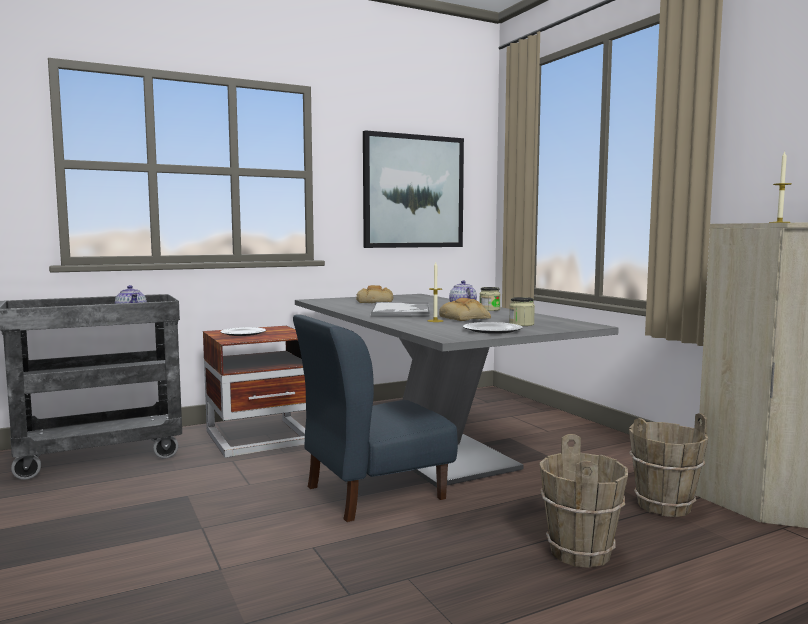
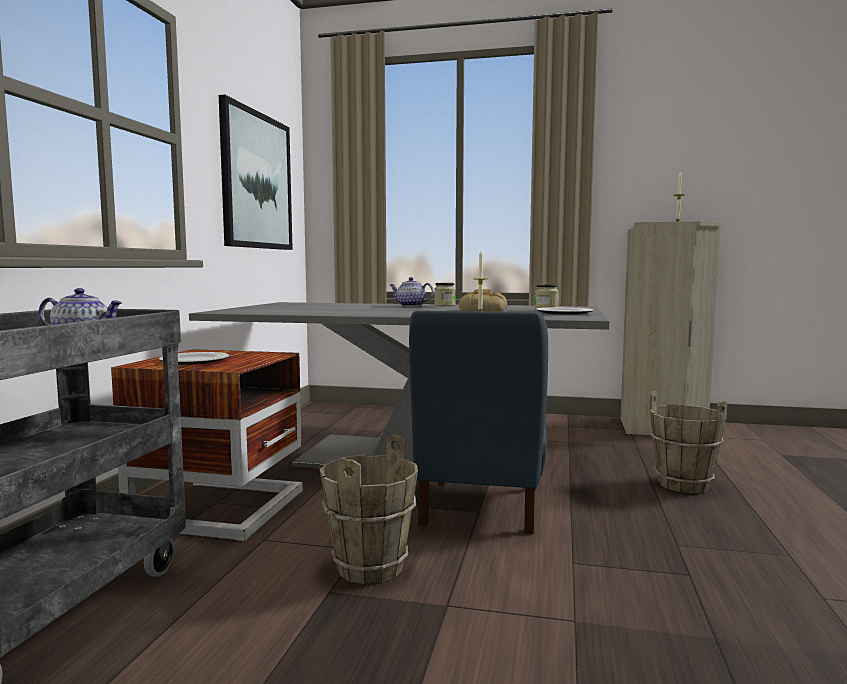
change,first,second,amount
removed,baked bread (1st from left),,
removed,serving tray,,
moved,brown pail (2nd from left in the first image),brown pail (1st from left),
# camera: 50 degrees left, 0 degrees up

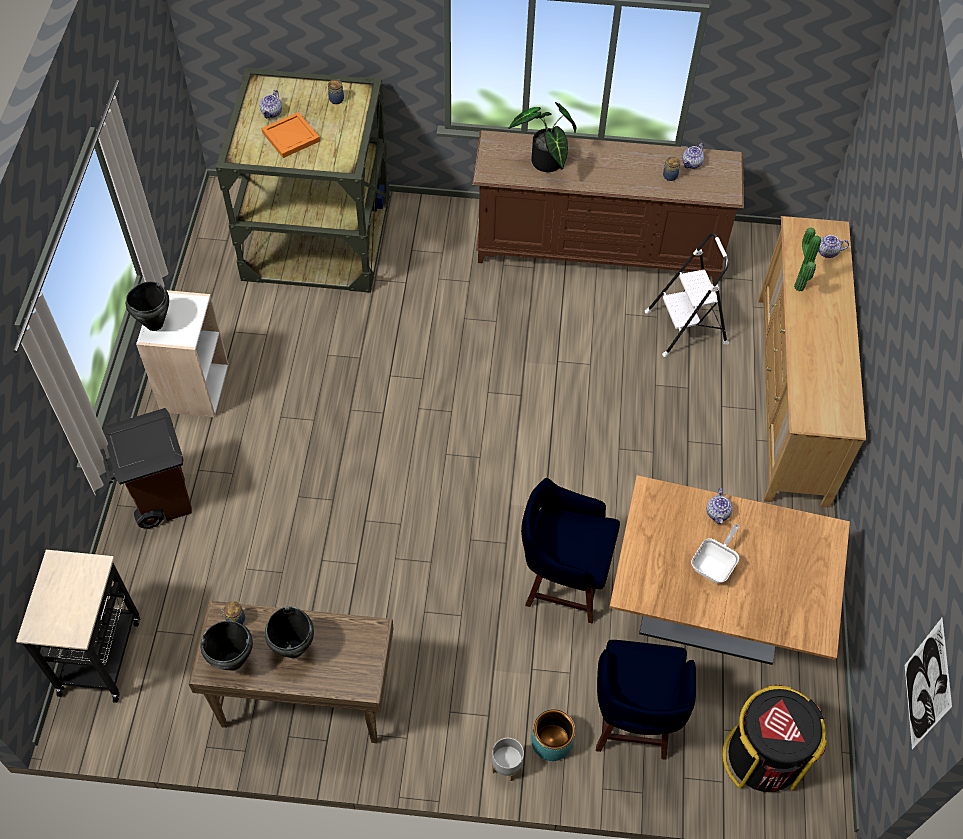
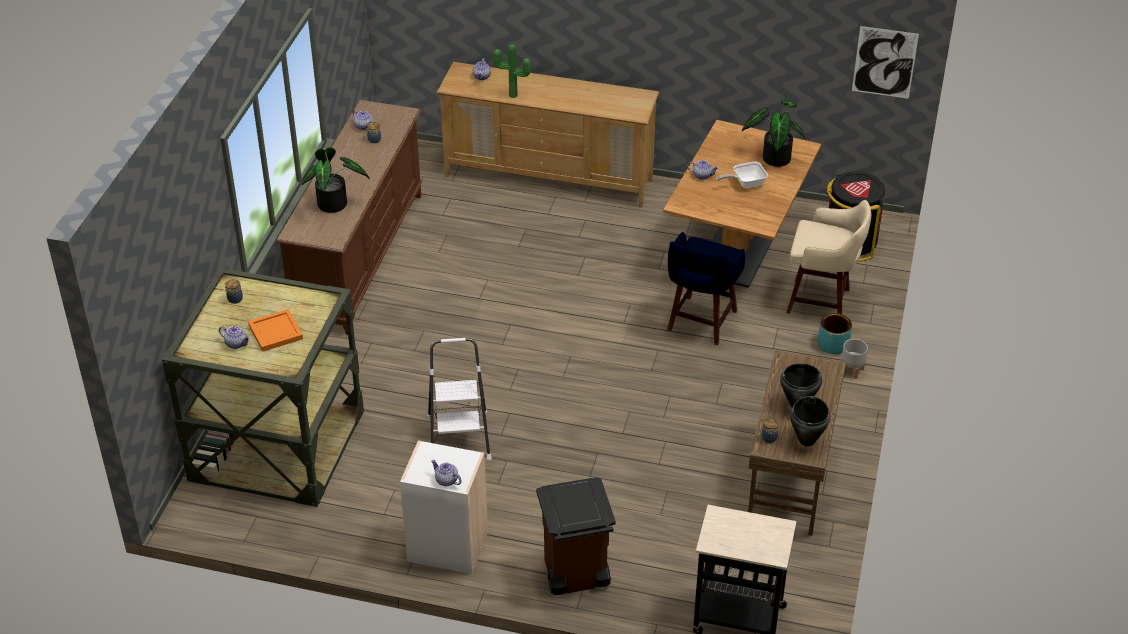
change,first,second,amount
replaced,blackish cooking pot (1st from left),tea pot (3rd from left),
recoloured,bluish sitting stool (2nd from left),beige-coloured sitting stool,
moved,white-coloured stepladder,,
turned,skillet,,60 degrees counterclockwise
added,,houseplant (3rd from left),
# camera: 80 degrees left, 15 degrees down

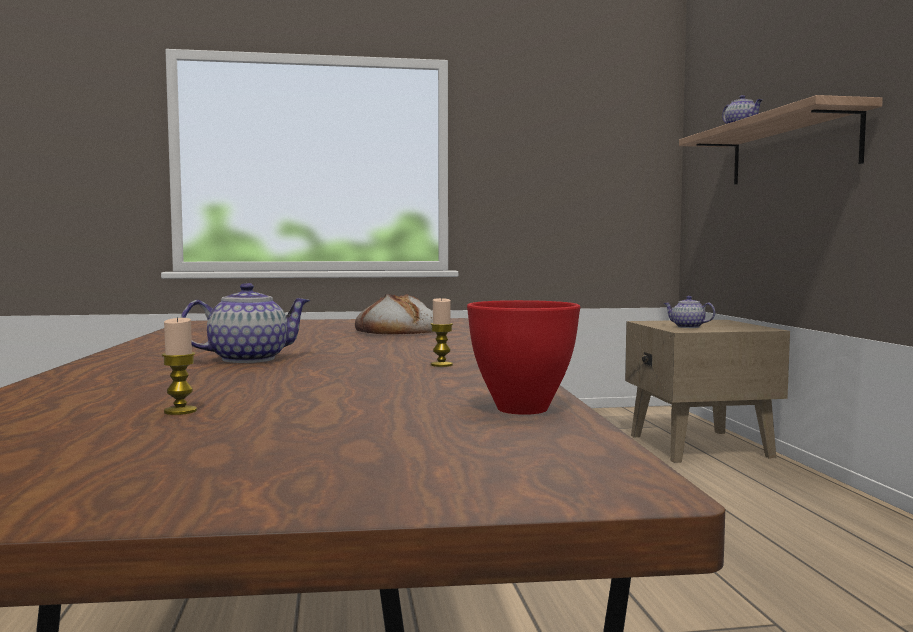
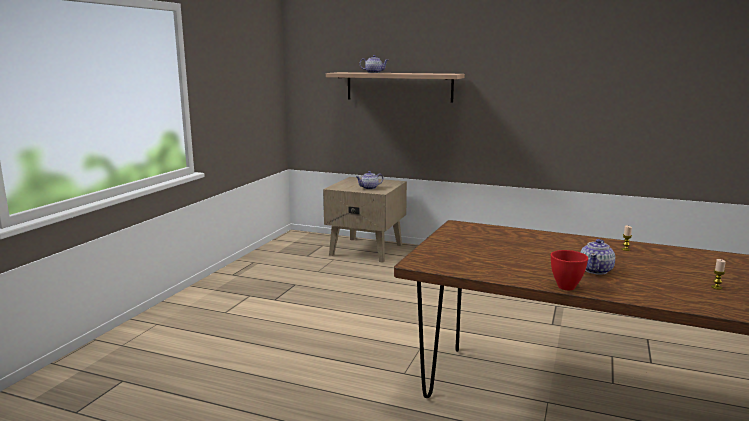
change,first,second,amount
turned,tea pot (1st from left in the first image),tea pot (3rd from left),150 degrees counterclockwise
removed,baked bread,,
moved,red-coloured bowl,,
# camera: 60 degrees left, 10 degrees up

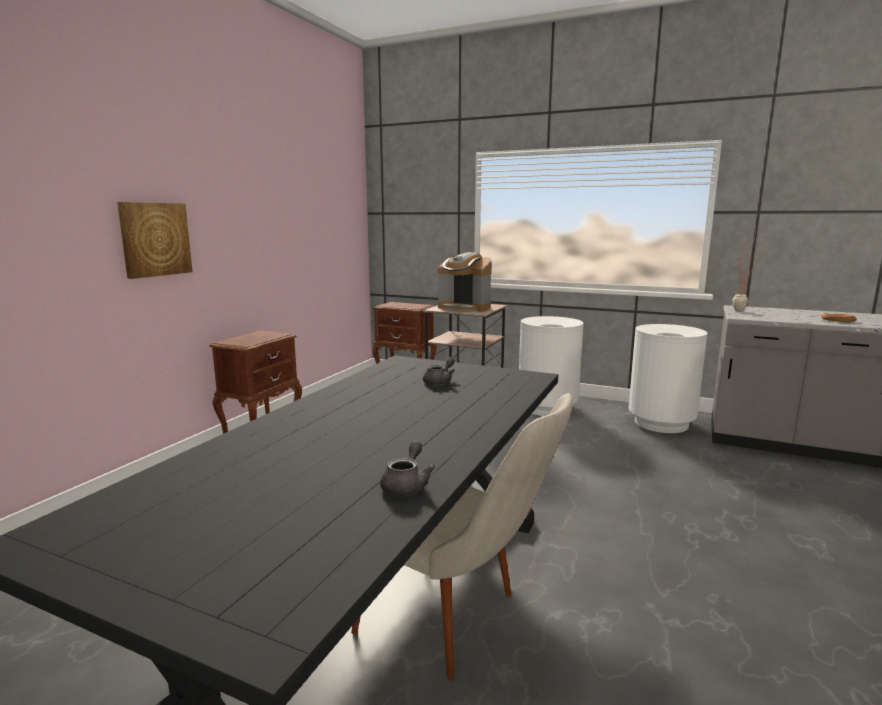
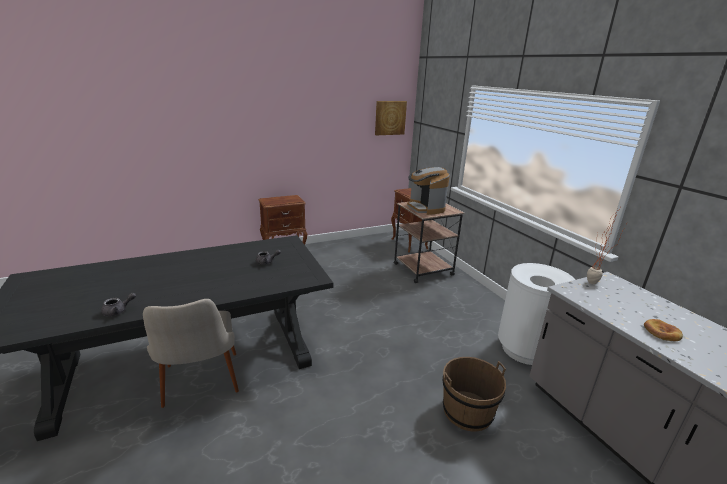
change,first,second,amount
moved,wall art,,
removed,white-coloured rubbish bin (1st from left),,
added,,brown pail,
# camera: 40 degrees right, 10 degrees up

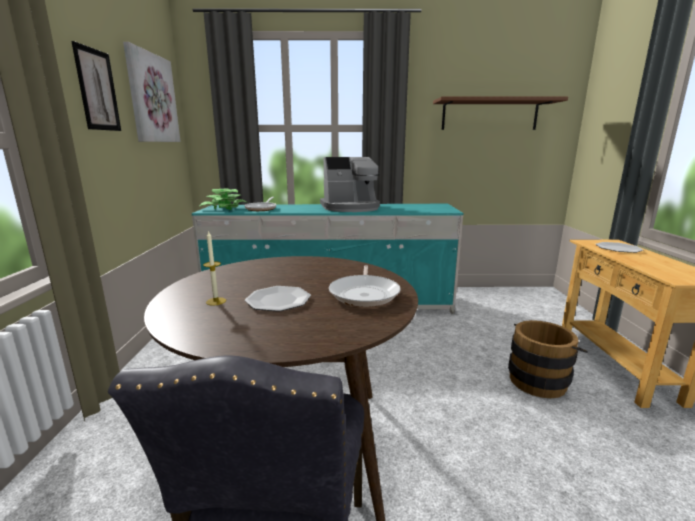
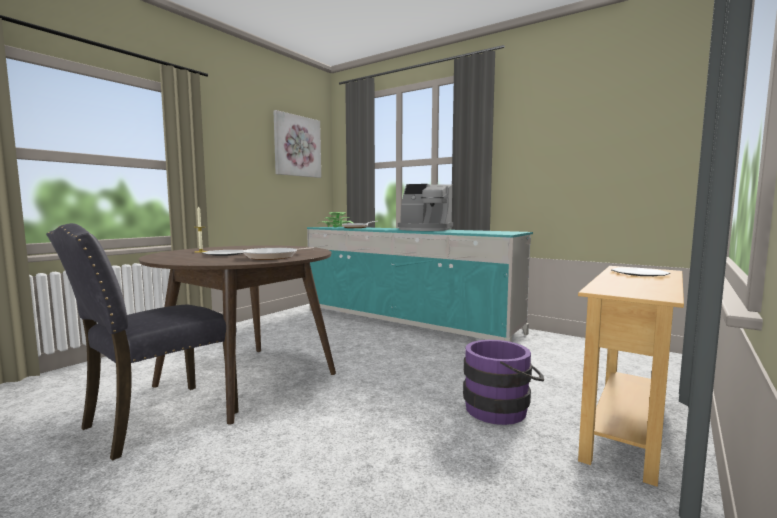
change,first,second,amount
removed,wall art (1st from left),,
removed,brown bracket shelf,,
recoloured,brown pail,purple pail,
# camera: 35 degrees right, 10 degrees down

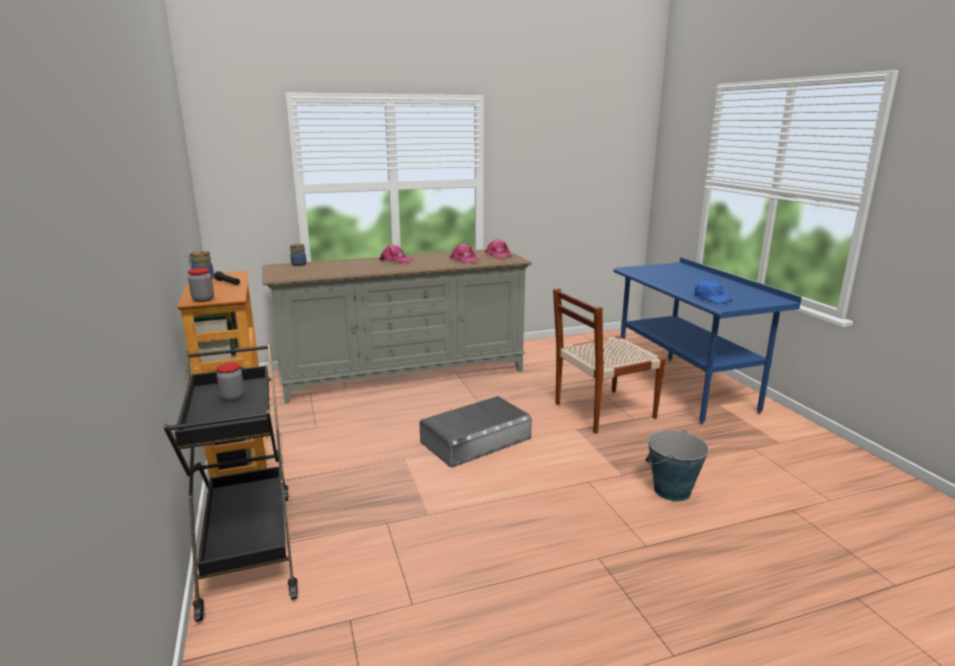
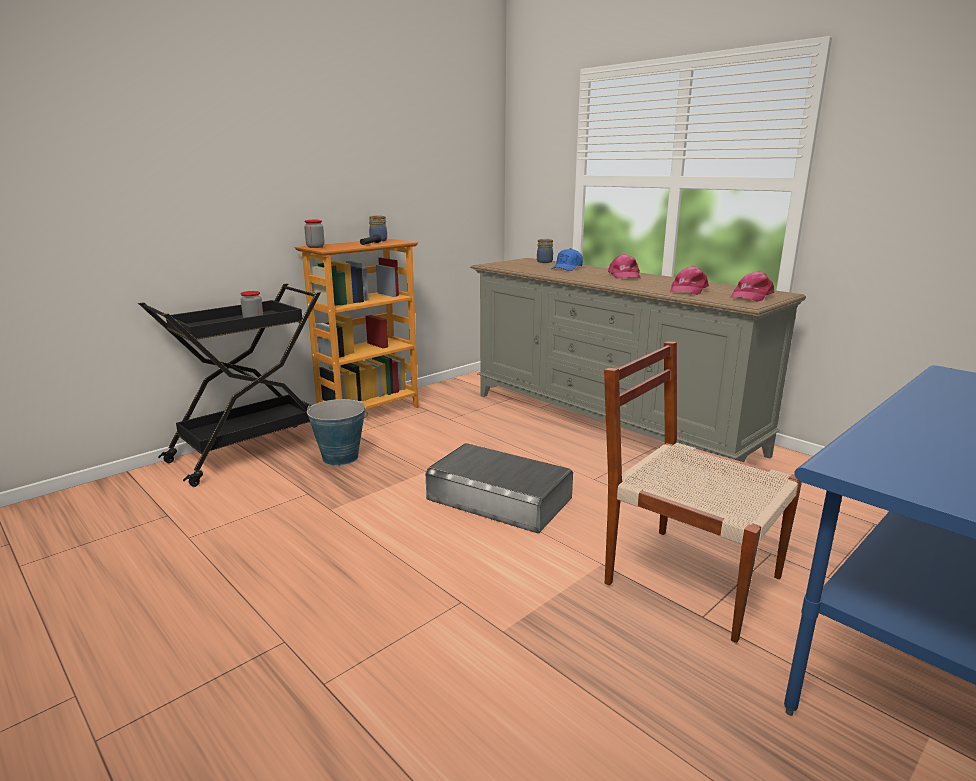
change,first,second,amount
moved,pail,,
moved,bluish baseball cap,,
# camera: 65 degrees right, 0 degrees up

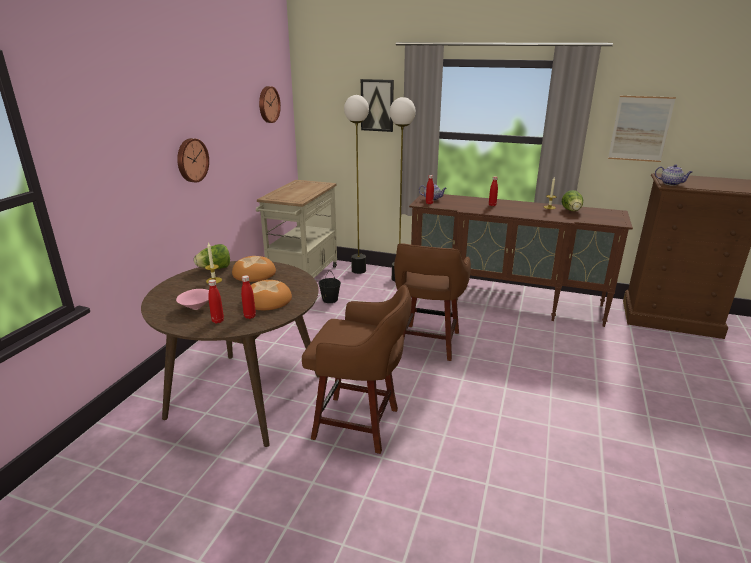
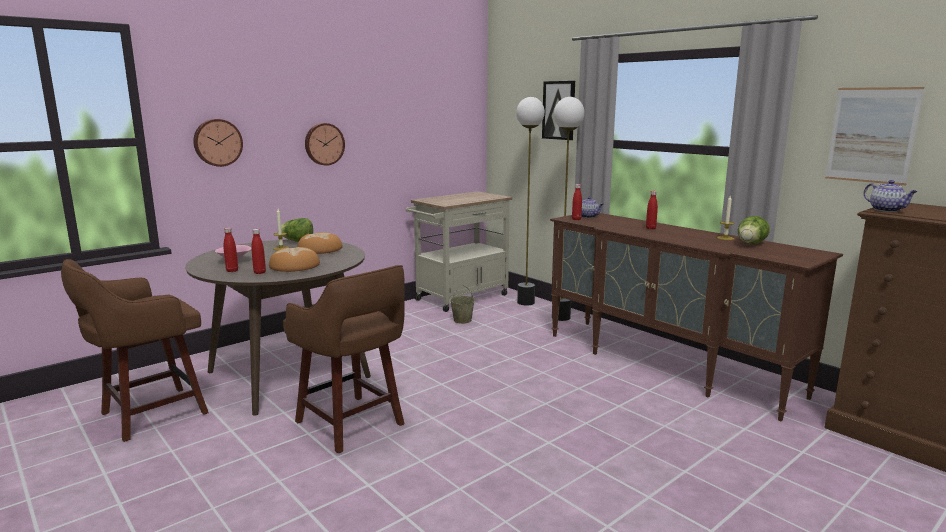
change,first,second,amount
moved,hanging clock (2nd from left in the first image),hanging clock (1st from left),
recoloured,blackish pail,beige-coloured pail,
moved,brown sitting stool (2nd from left in the first image),brown sitting stool (1st from left),
# camera: 30 degrees right, 10 degrees down

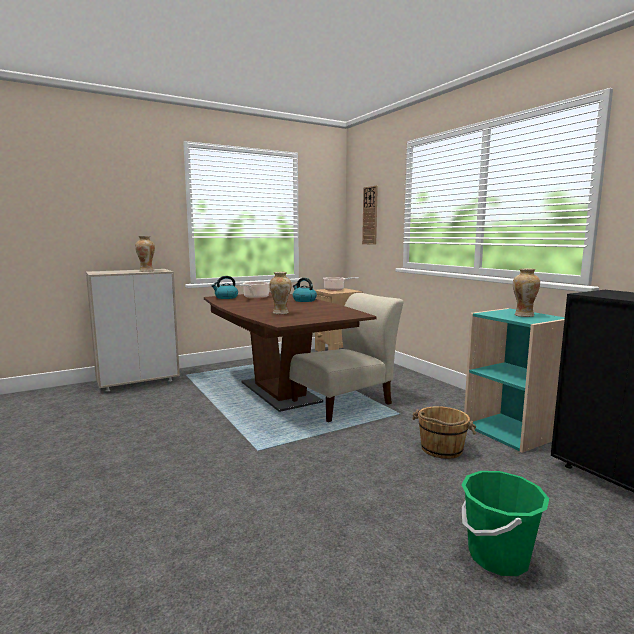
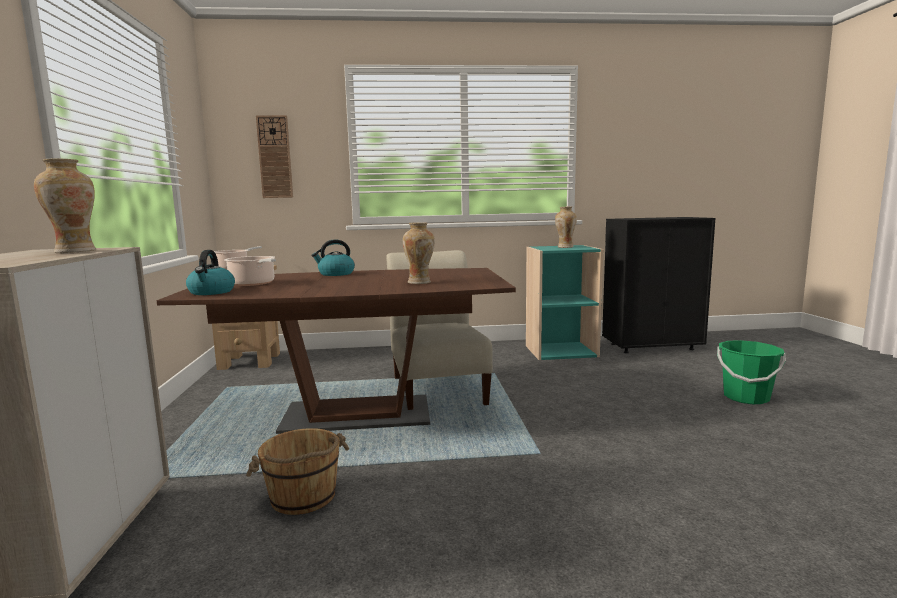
change,first,second,amount
moved,brown pail,,
# camera: 65 degrees left, 0 degrees up

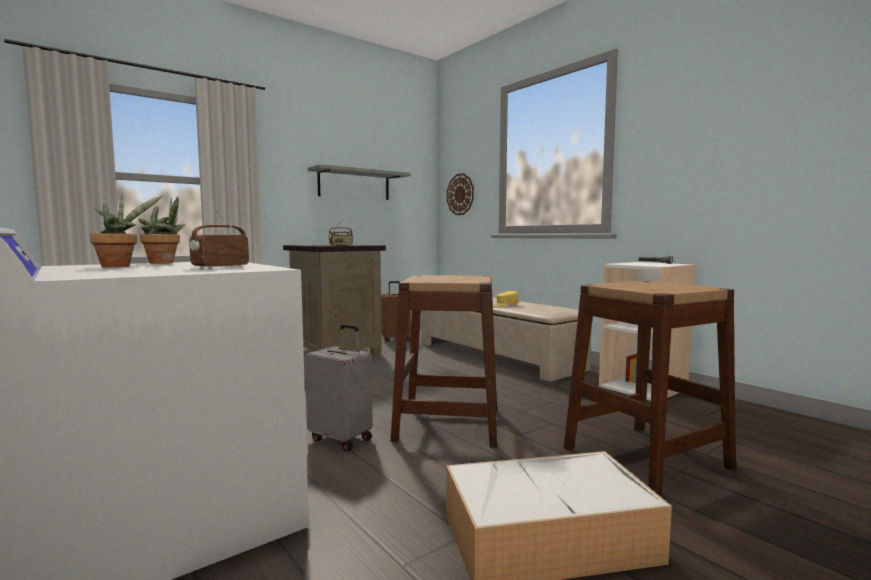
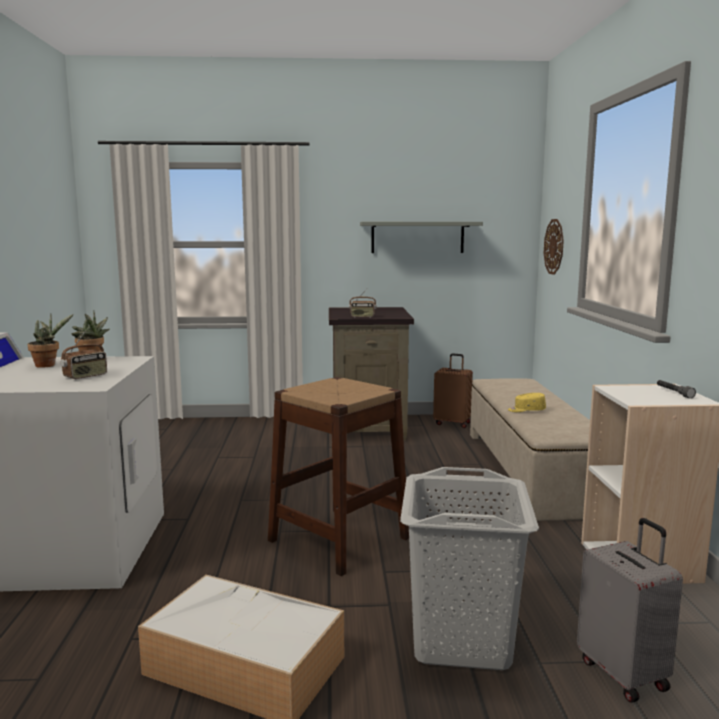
change,first,second,amount
turned,radio receiver (1st from left),,150 degrees clockwise
moved,greyish piece of luggage,,
replaced,brown sitting stool (2nd from left),greyish hamper,
# camera: 35 degrees right, 5 degrees up

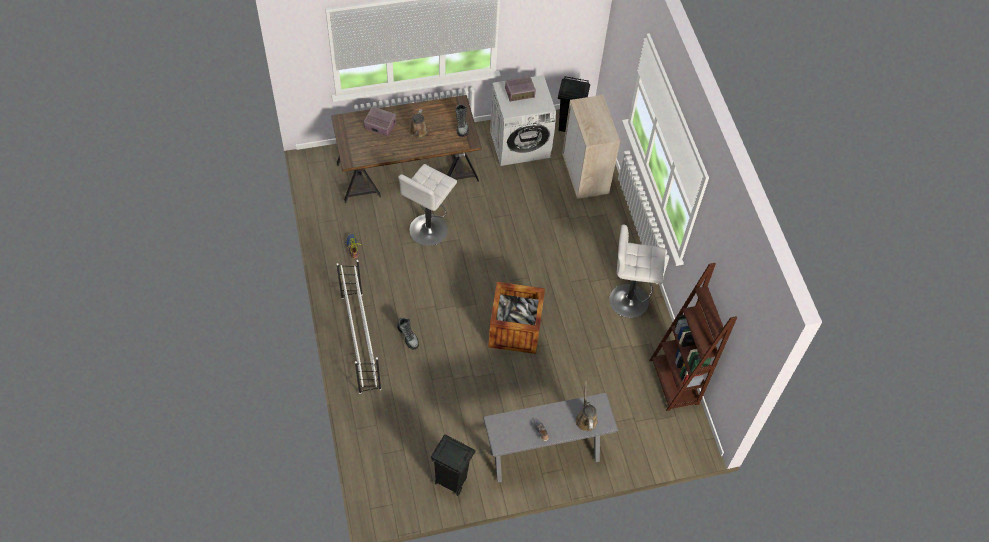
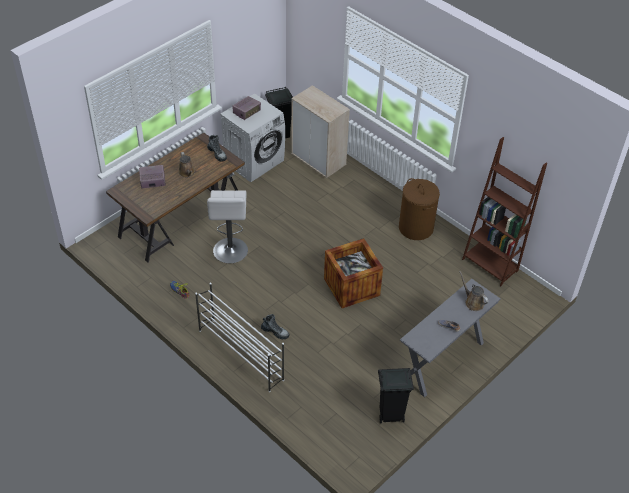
change,first,second,amount
replaced,white-coloured sitting stool (2nd from left),brown hamper,
# camera: 30 degrees left, 10 degrees down

